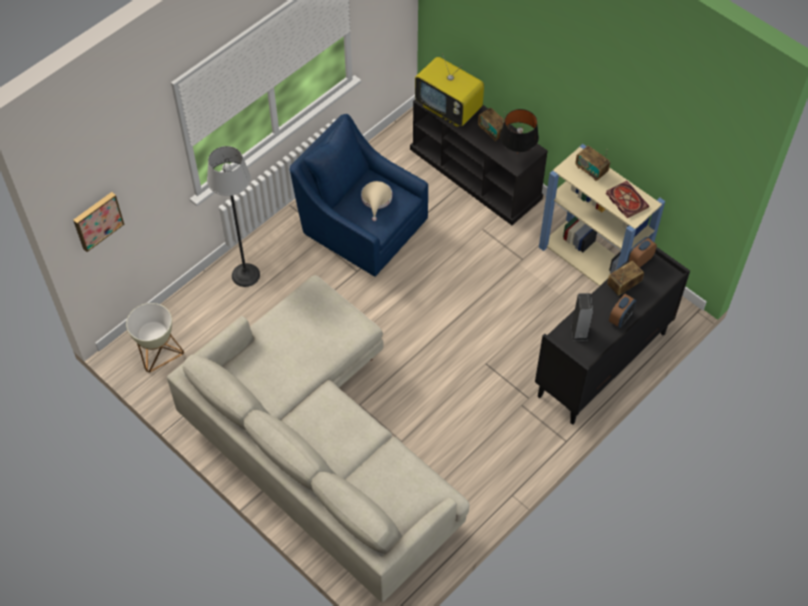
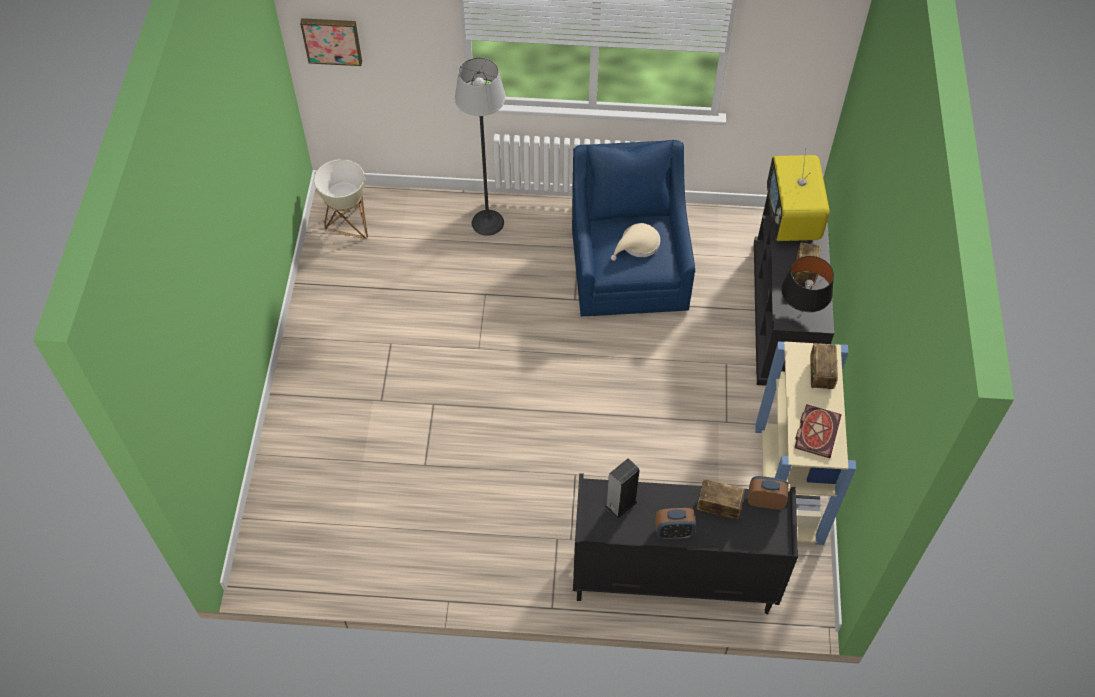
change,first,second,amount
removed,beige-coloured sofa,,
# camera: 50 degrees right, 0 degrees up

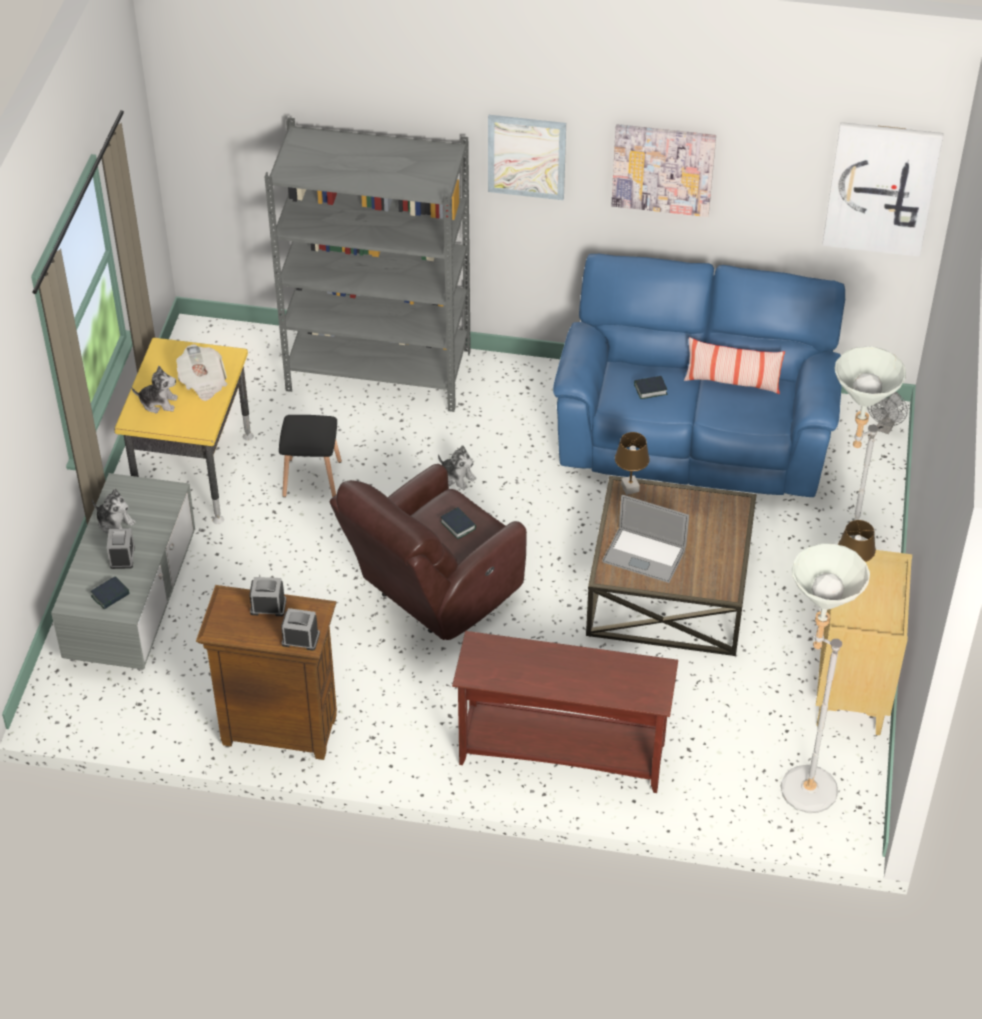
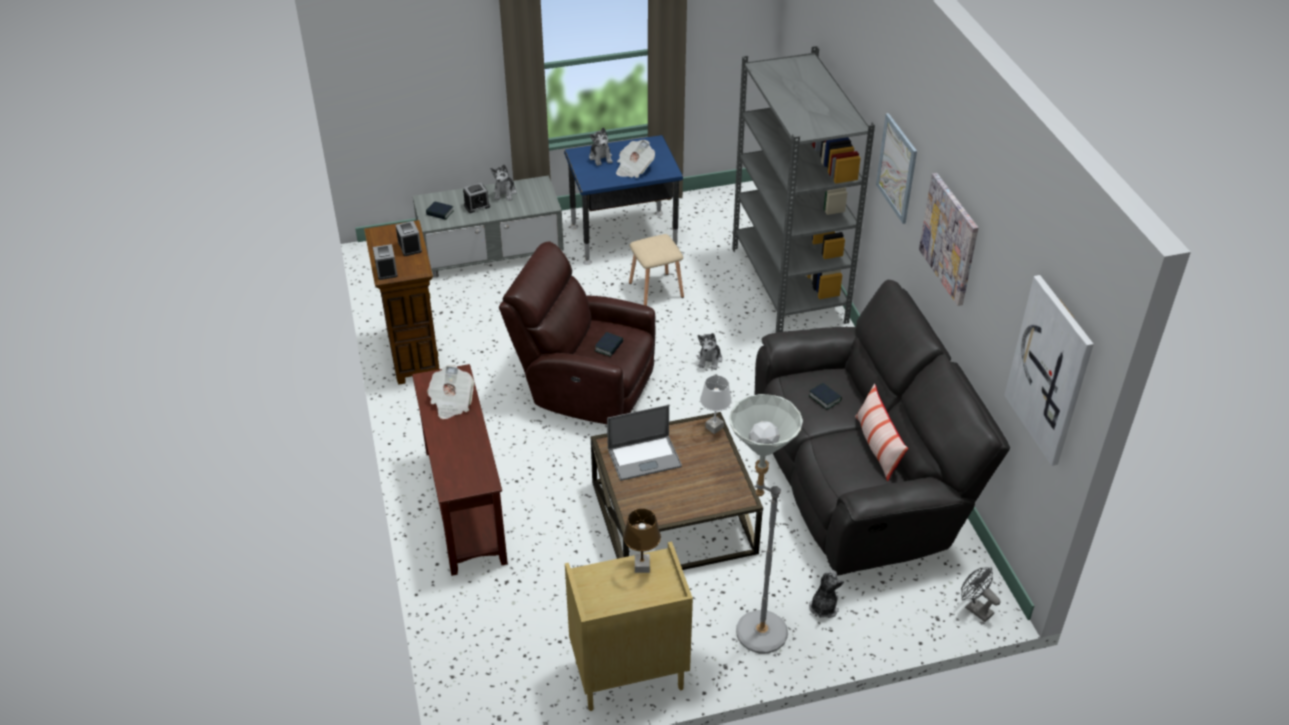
change,first,second,amount
recoloured,yellow desk table,bluish desk table,
recoloured,blackish sitting stool,beige-coloured sitting stool,
recoloured,bluish sofa,greyish sofa,
turned,portable computer,,105 degrees counterclockwise
recoloured,brown table lamp (1st from left),white-coloured table lamp,
removed,greyish floor lamp (1st from left),,
turned,greyish cooling fan,,45 degrees clockwise
added,,printed paper (1st from left),
added,,plush toy (4th from left),
# camera: 65 degrees right, 5 degrees down

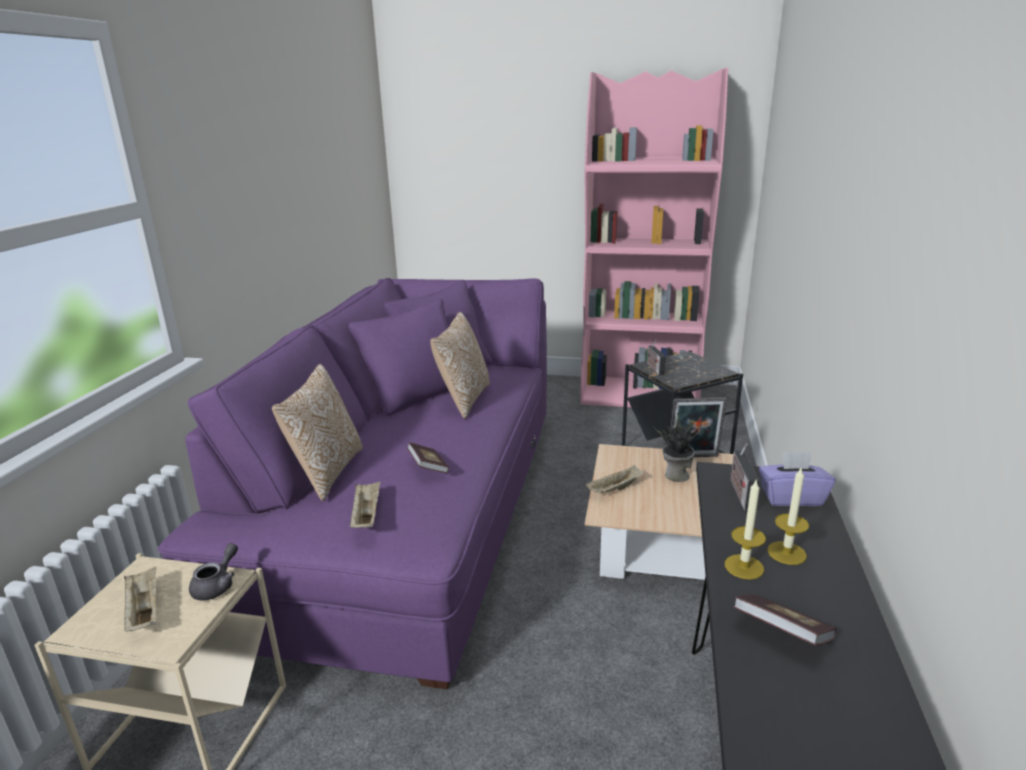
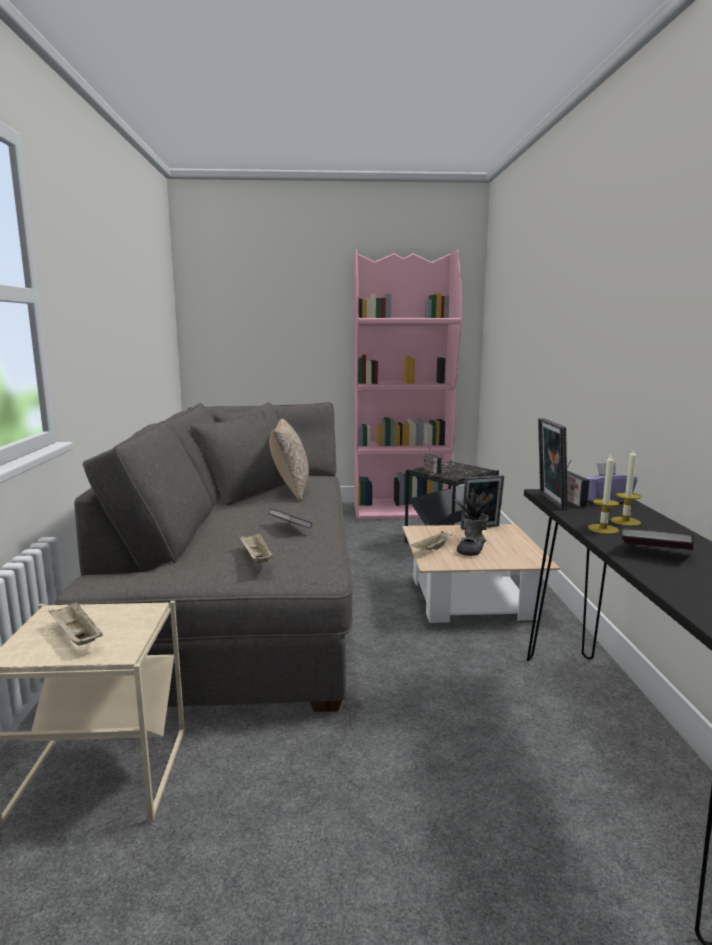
change,first,second,amount
recoloured,purple sofa,greyish sofa,
moved,greyish tea pot,,
removed,pillow (1st from left),,
added,,standing frame (2nd from left),
# camera: 15 degrees left, 10 degrees down

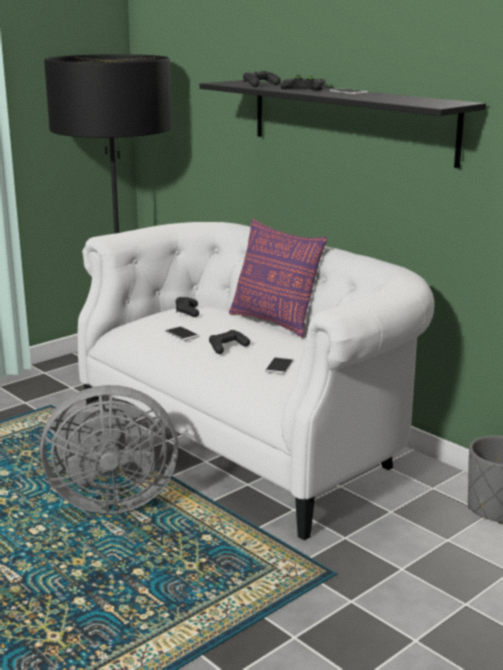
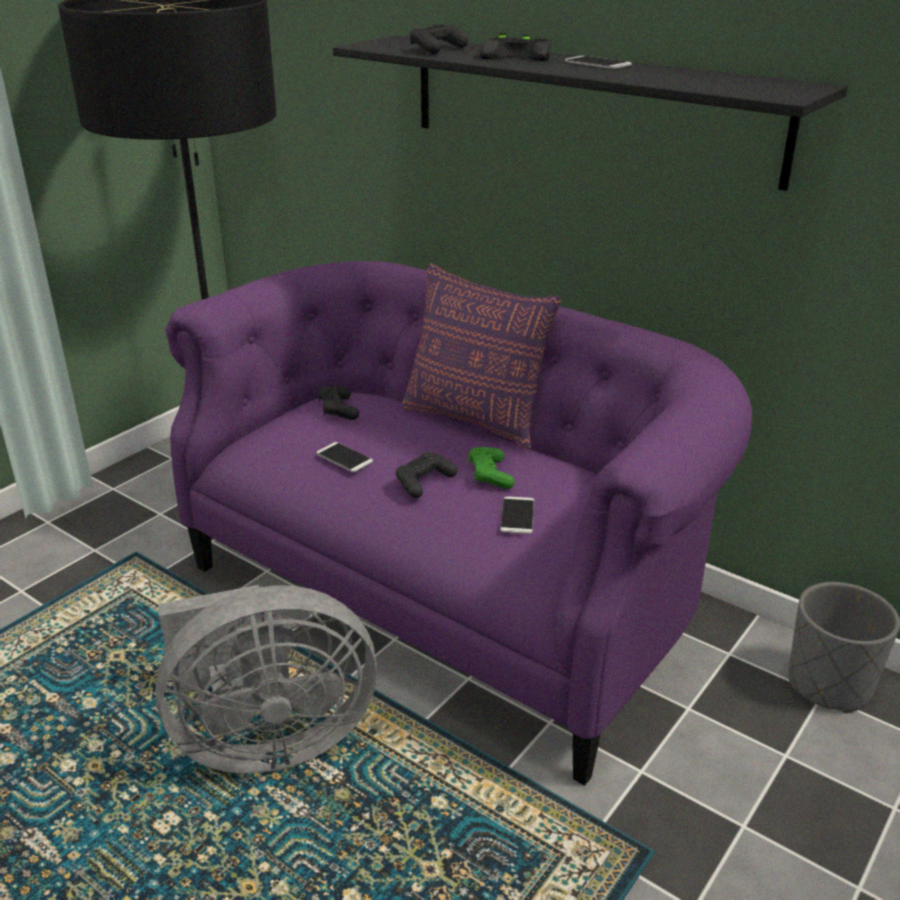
change,first,second,amount
recoloured,white-coloured sofa,purple sofa,
added,,greenish game controller,
# camera: 10 degrees left, 10 degrees up

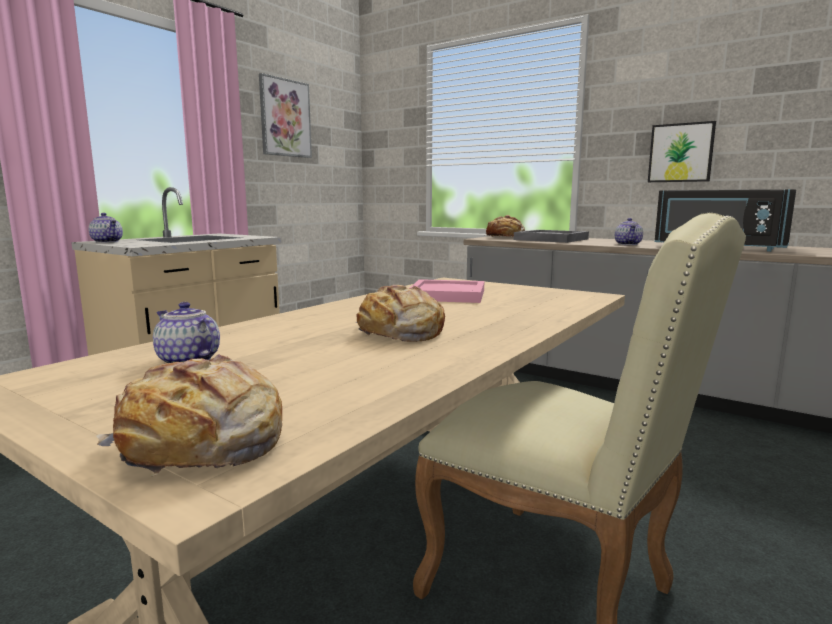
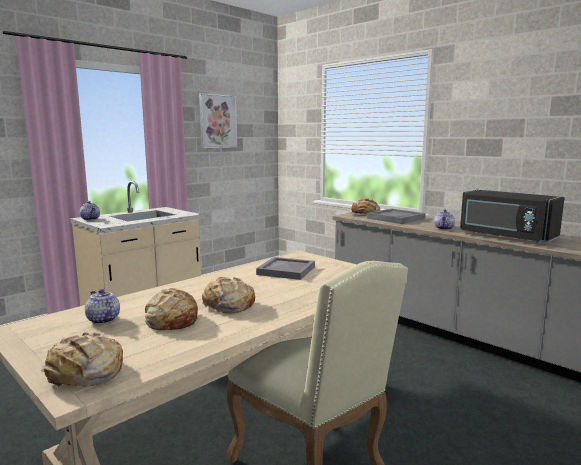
change,first,second,amount
recoloured,pink-coloured serving tray,greyish serving tray (1st from left),
removed,wall art (2nd from left),,
added,,baked bread (2nd from left),
# camera: 10 degrees right, 0 degrees up

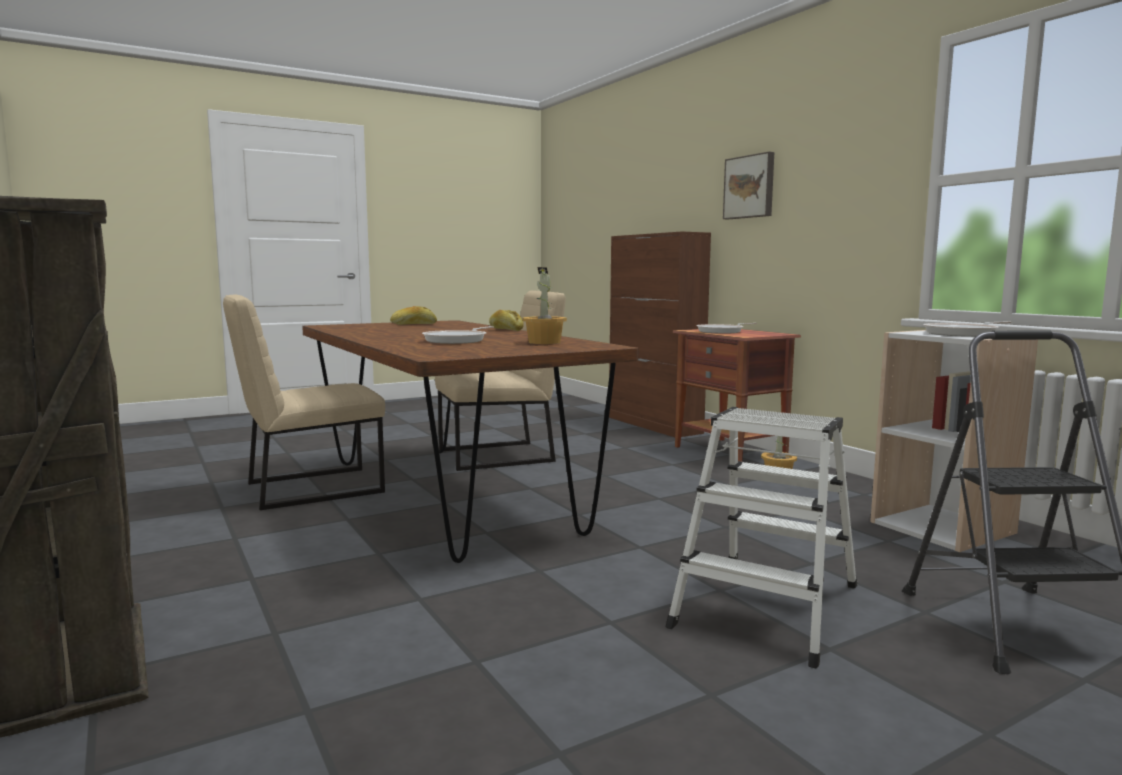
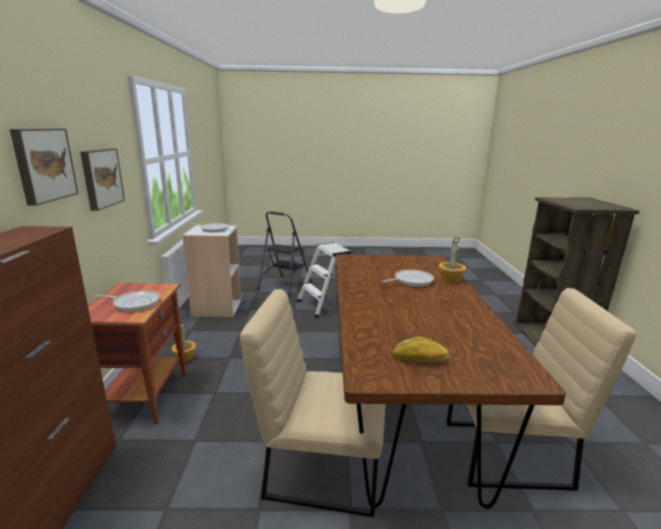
change,first,second,amount
removed,baked bread (2nd from left),,
moved,houseplant (1st from left in the first image),houseplant (2nd from left),
added,,wall art (2nd from left),
# camera: 150 degrees left, 10 degrees up

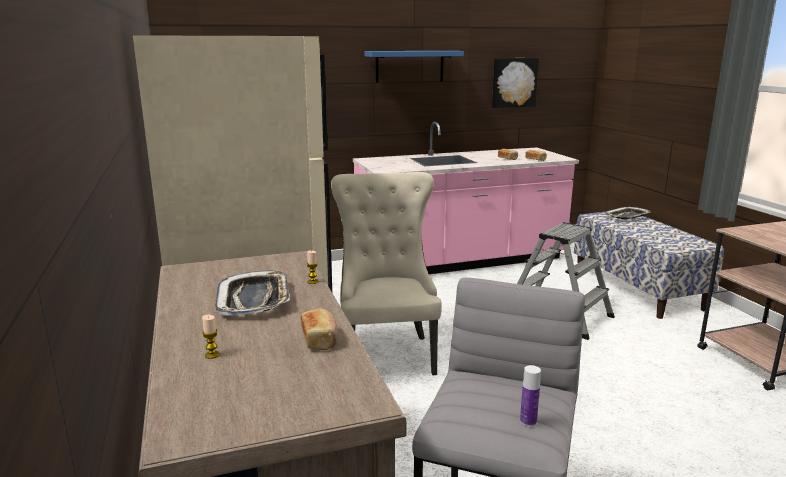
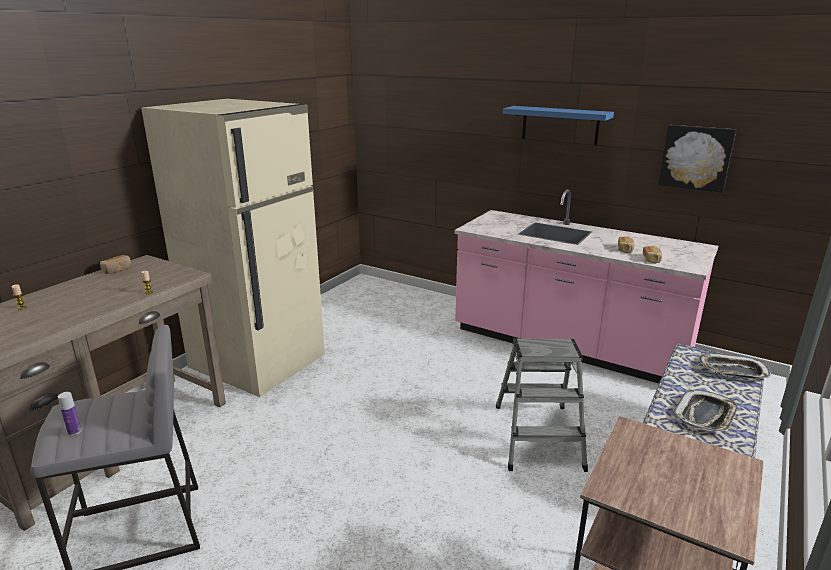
change,first,second,amount
moved,serving tray (1st from left),,
moved,baked bread (1st from left),,
removed,beige-coloured plain chair,,
# camera: 50 degrees right, 5 degrees up

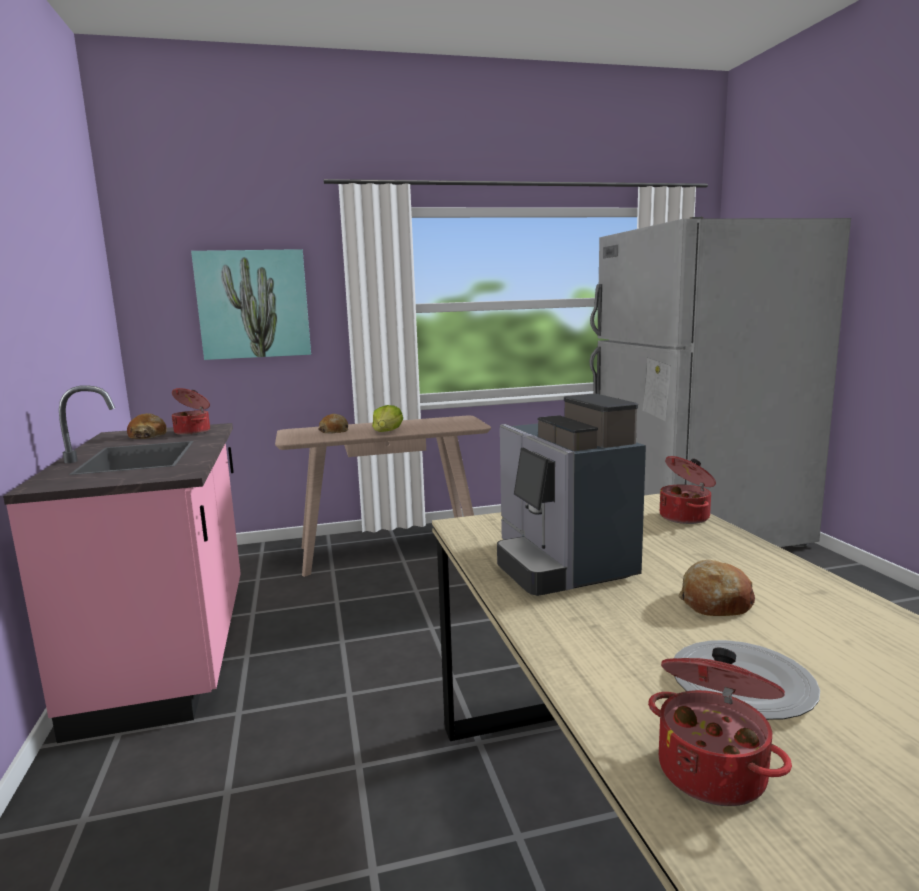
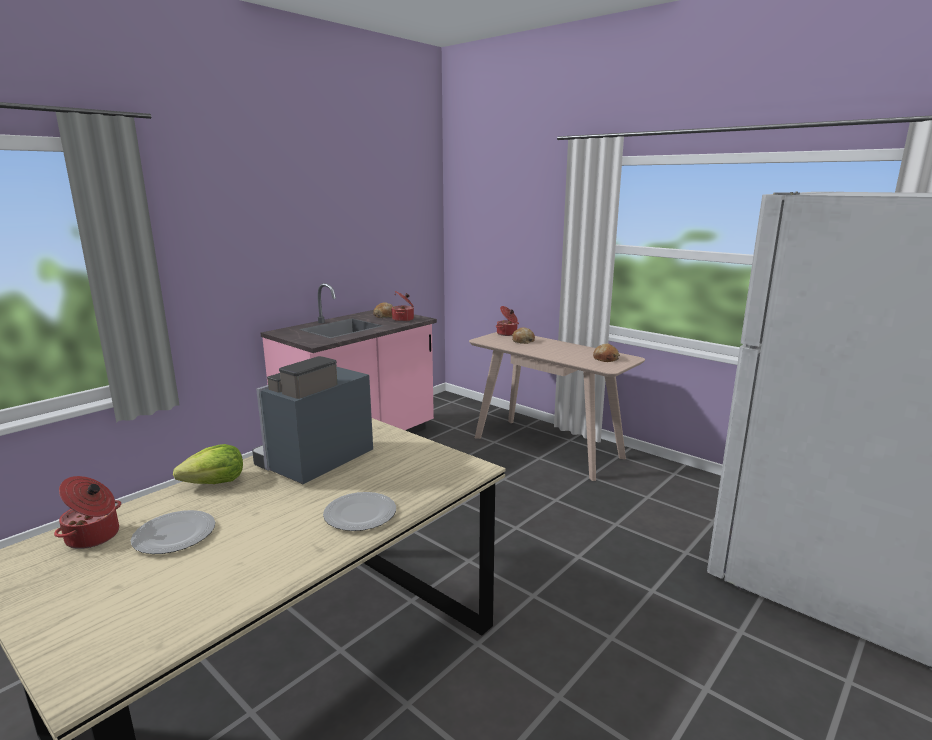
change,first,second,amount
removed,wall art,,
moved,lettuce,,
moved,cooking pot (2nd from left in the first image),cooking pot (3rd from left),
moved,baked bread (3rd from left),,
added,,dinner plate (2nd from left),
# camera: 55 degrees right, 5 degrees up

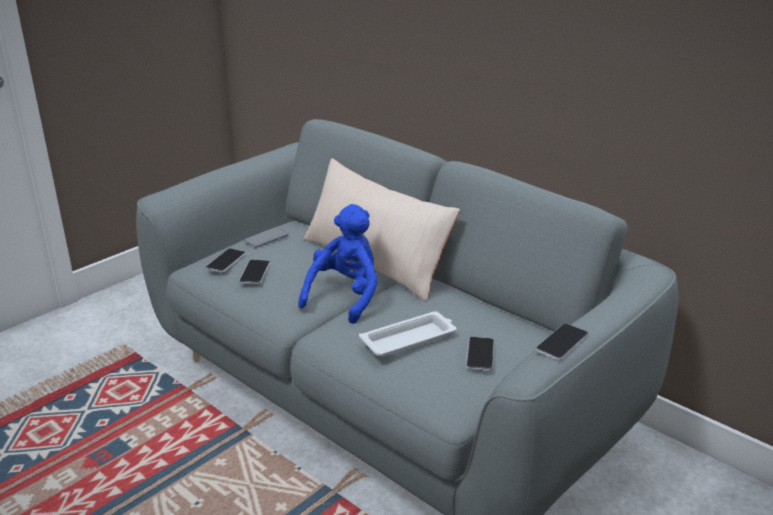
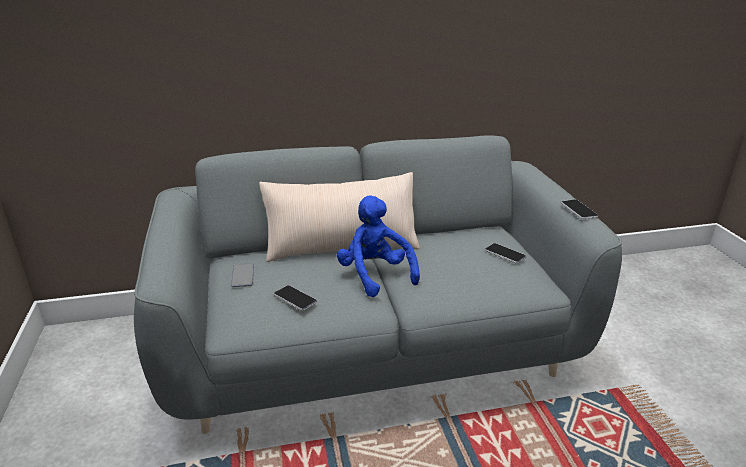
change,first,second,amount
removed,phone (1st from left),,
removed,white-coloured serving tray,,
# camera: 55 degrees left, 0 degrees up

